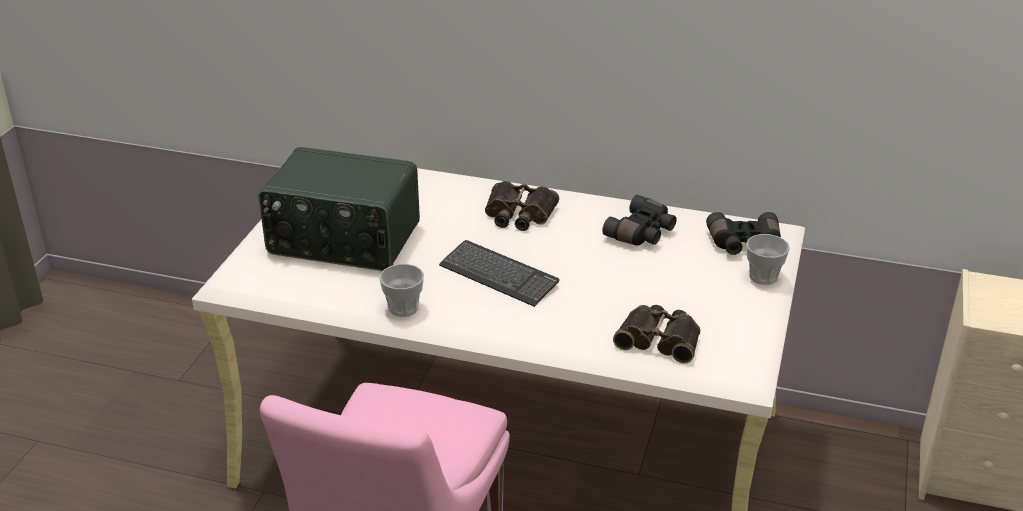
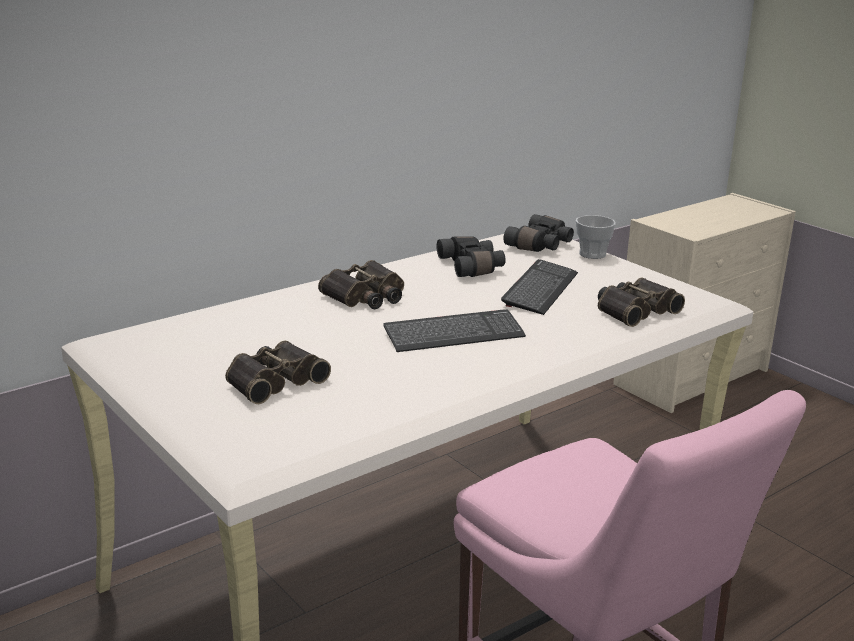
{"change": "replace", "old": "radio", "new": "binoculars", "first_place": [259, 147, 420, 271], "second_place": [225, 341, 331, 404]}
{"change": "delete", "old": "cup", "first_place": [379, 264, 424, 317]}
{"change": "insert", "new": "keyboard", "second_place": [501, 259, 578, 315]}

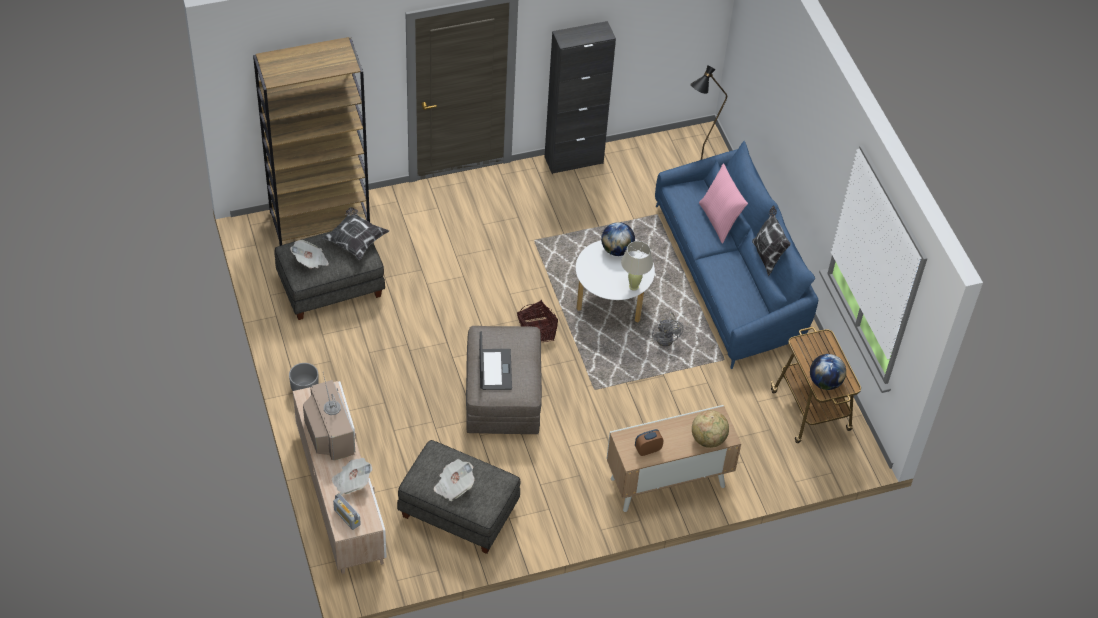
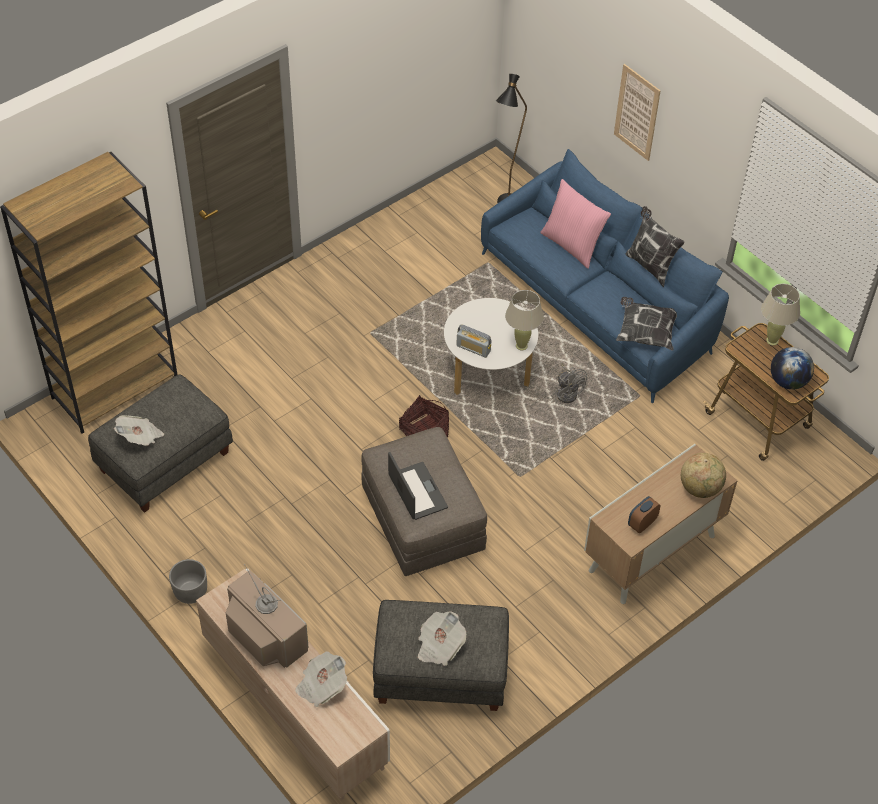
{"change": "delete", "old": "black_cabinet", "first_place": [544, 21, 616, 174]}
{"change": "move", "old": "pillow", "first_place": [322, 207, 389, 260], "second_place": [616, 297, 677, 351]}
{"change": "delete", "old": "globe", "first_place": [601, 222, 635, 256]}
{"change": "move", "old": "radio", "first_place": [333, 493, 361, 530], "second_place": [456, 324, 492, 358]}
{"change": "insert", "new": "picture", "second_place": [614, 64, 661, 161]}
{"change": "insert", "new": "beige_table_lamp", "second_place": [761, 284, 800, 346]}

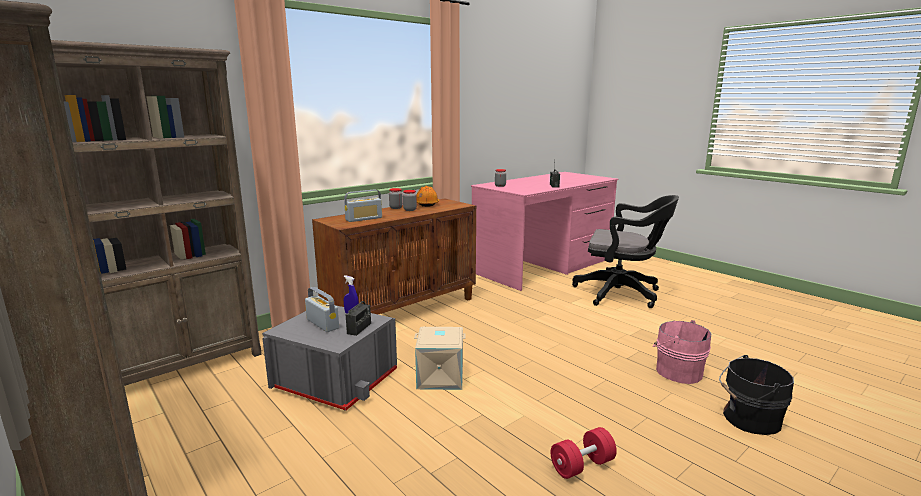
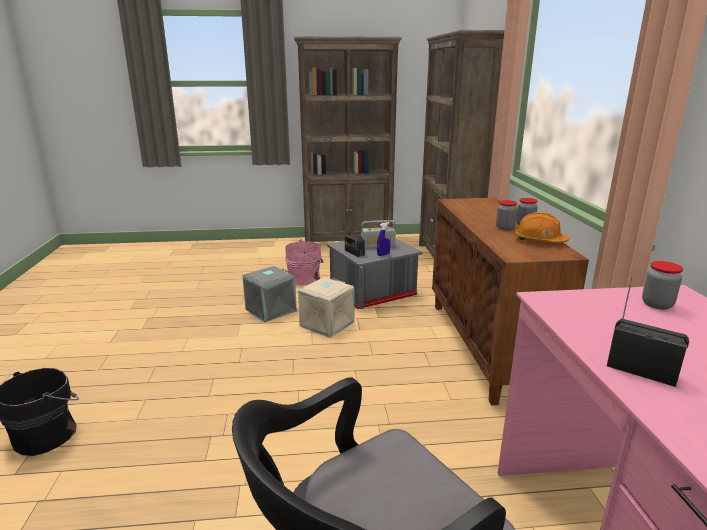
{"change": "delete", "old": "radio", "first_place": [344, 190, 382, 222]}
{"change": "move", "old": "pink_bucket", "first_place": [653, 320, 711, 384], "second_place": [285, 240, 323, 286]}
{"change": "delete", "old": "red_dumbbell", "first_place": [551, 427, 617, 479]}
{"change": "insert", "new": "grey_storage_box", "second_place": [243, 266, 297, 322]}

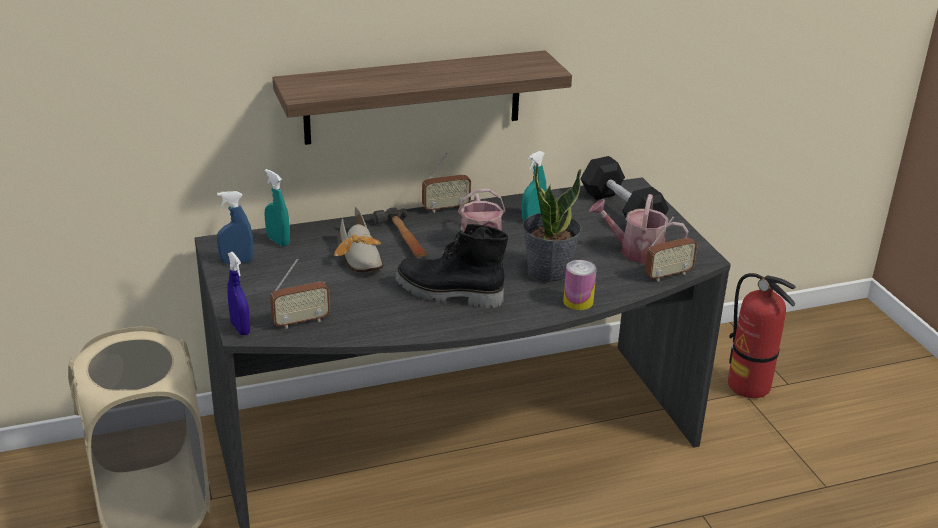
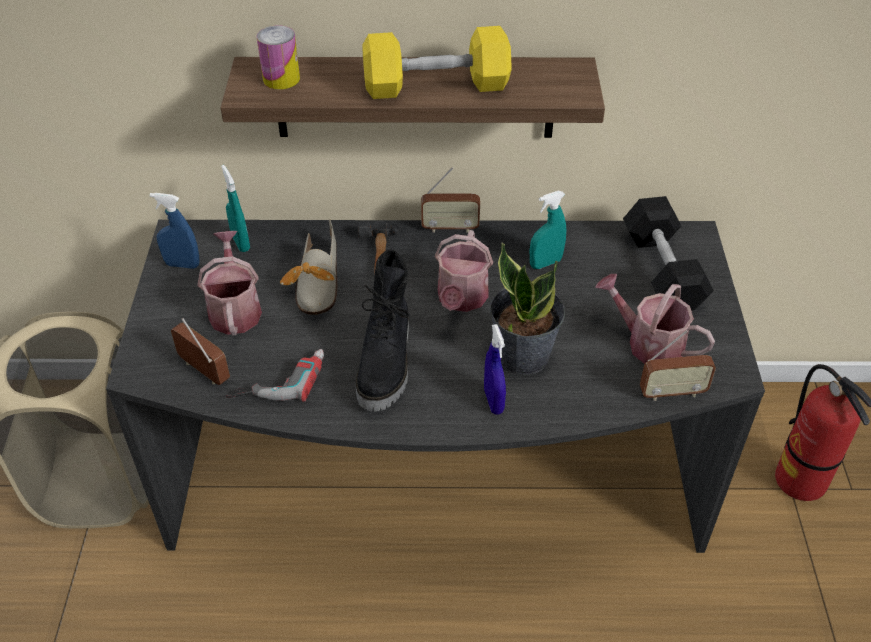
{"change": "rotate", "old": "black_boot", "first_place": [395, 224, 508, 308], "second_place": [356, 250, 410, 412], "degrees": -120}
{"change": "move", "old": "blue_spray_bottle", "first_place": [227, 252, 250, 335], "second_place": [484, 324, 506, 415]}
{"change": "rotate", "old": "radio", "first_place": [270, 259, 330, 329], "second_place": [171, 318, 230, 385], "degrees": -135}
{"change": "move", "old": "can", "first_place": [563, 260, 597, 310], "second_place": [257, 25, 300, 90]}
{"change": "insert", "new": "yellow_dumbbell", "second_place": [362, 26, 512, 99]}
{"change": "insert", "new": "watering_can", "second_place": [198, 231, 262, 336]}
{"change": "insert", "new": "power_drill", "second_place": [226, 349, 324, 402]}

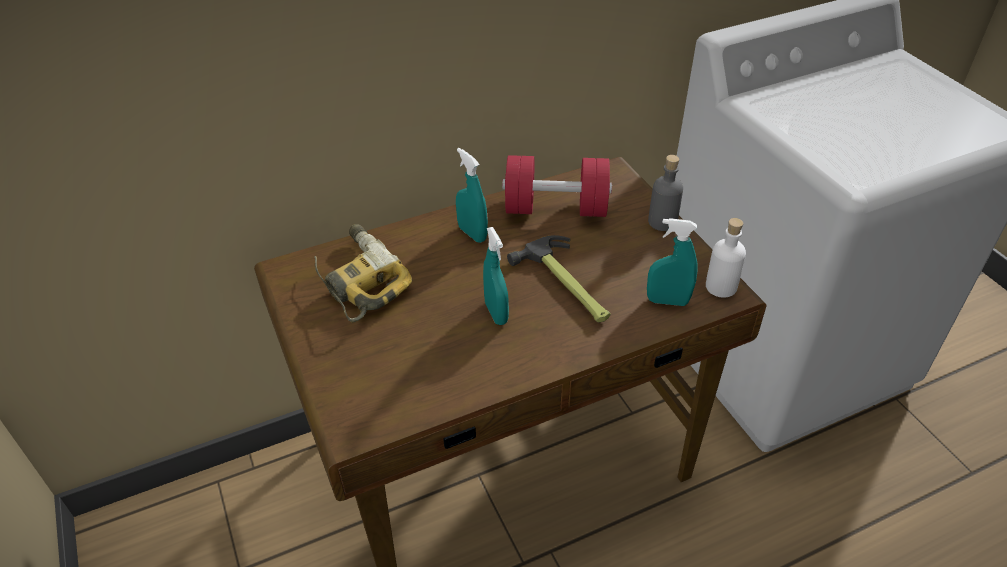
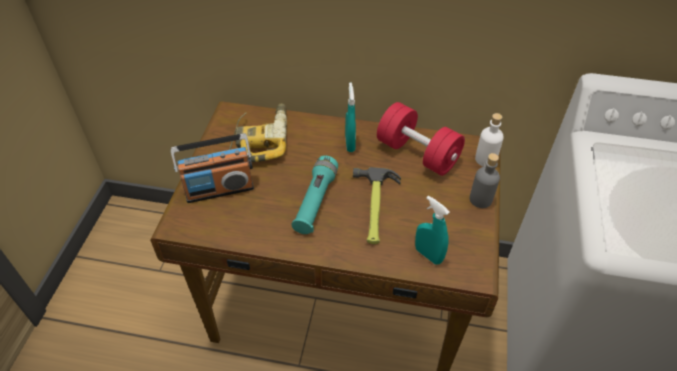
{"change": "move", "old": "white_bottle", "first_place": [706, 218, 746, 298], "second_place": [475, 113, 504, 167]}
{"change": "replace", "old": "turquoise_spray_bottle", "new": "turquoise_flashlight", "first_place": [483, 227, 509, 325], "second_place": [292, 156, 338, 234]}
{"change": "insert", "new": "radio", "second_place": [171, 133, 254, 203]}

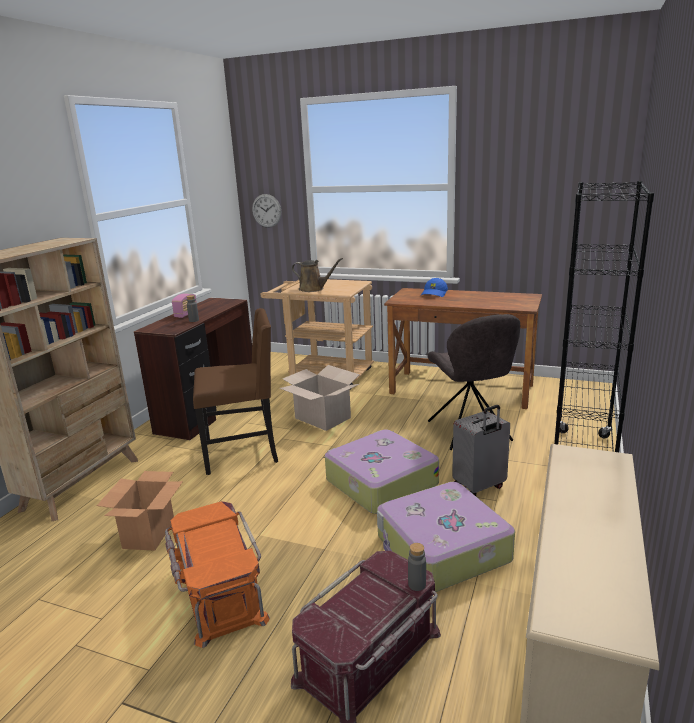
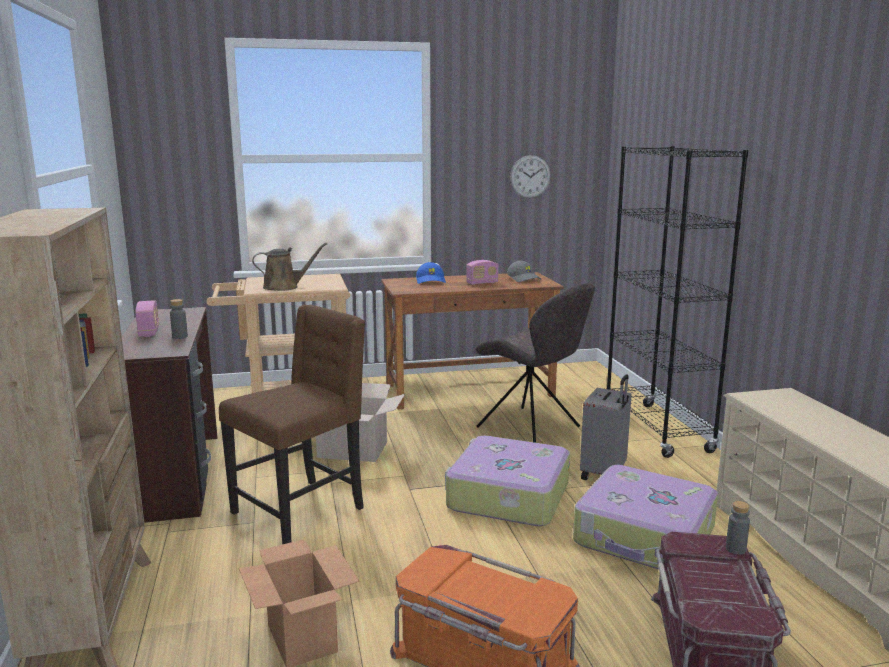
{"change": "move", "old": "wall_clock", "first_place": [252, 194, 281, 228], "second_place": [510, 155, 550, 198]}
{"change": "insert", "new": "radio", "second_place": [466, 260, 499, 285]}
{"change": "insert", "new": "grey_cap", "second_place": [507, 261, 541, 282]}

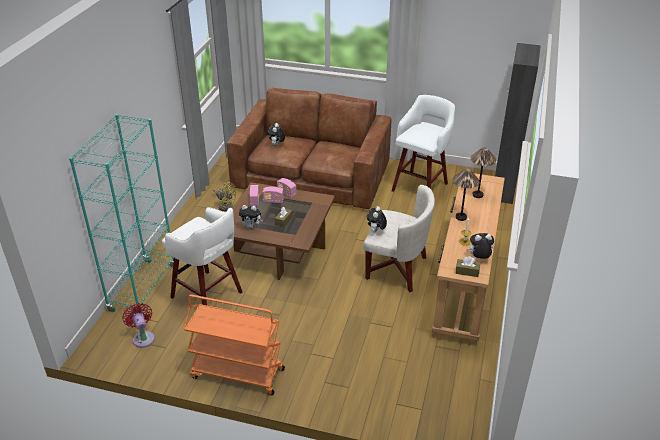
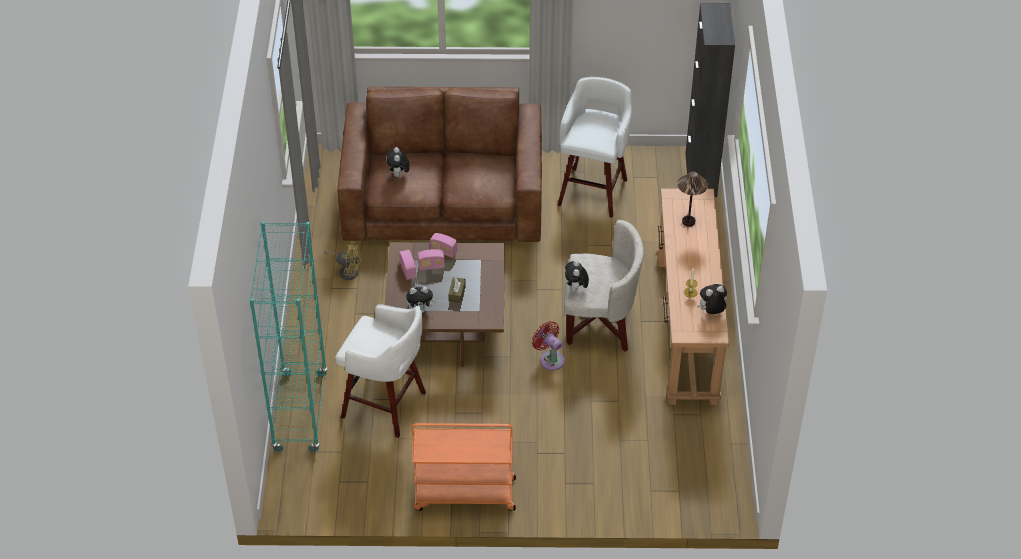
{"change": "delete", "old": "table_lamp", "first_place": [453, 169, 480, 221]}
{"change": "delete", "old": "brown_tissue_box", "first_place": [456, 256, 480, 277]}
{"change": "move", "old": "red_fan", "first_place": [123, 303, 155, 348], "second_place": [532, 321, 565, 371]}

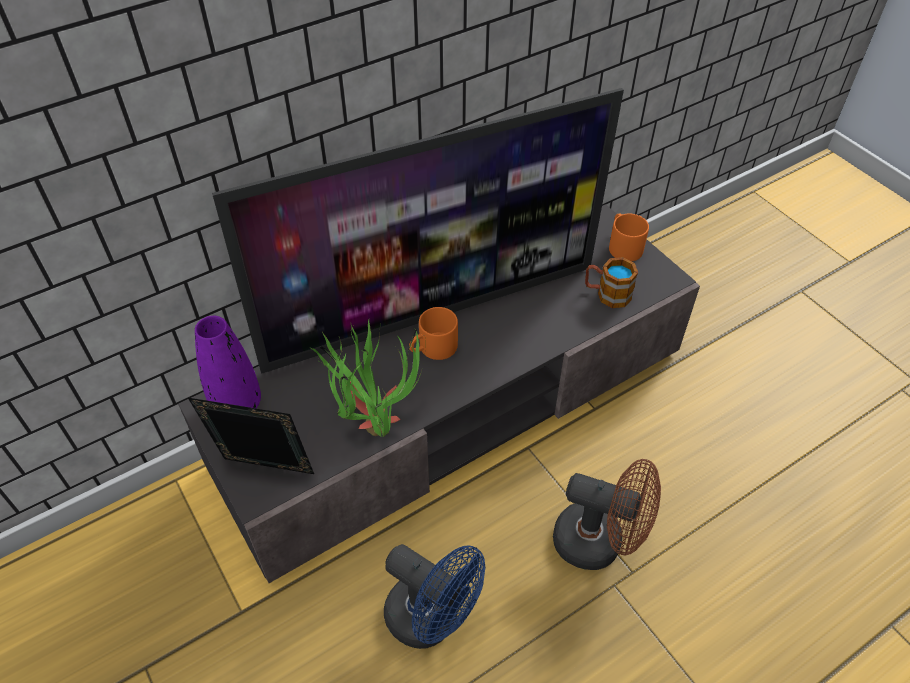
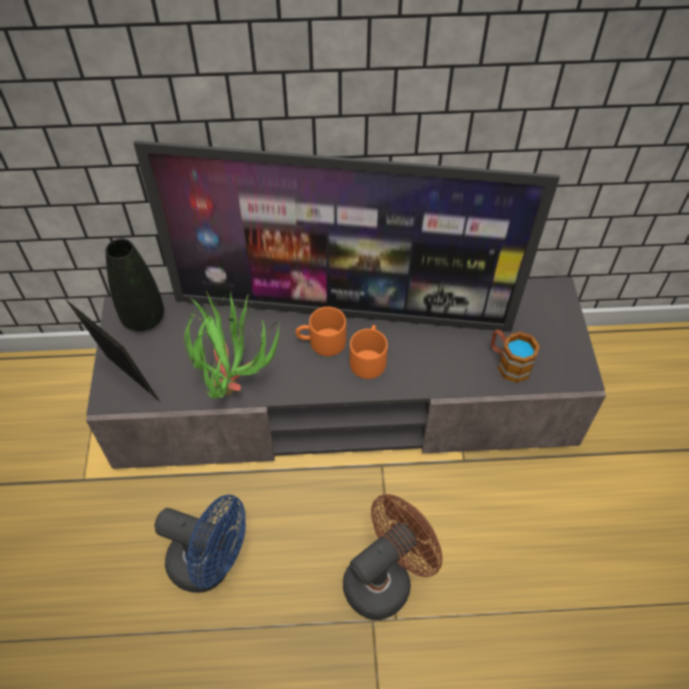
{"change": "move", "old": "orange_mug", "first_place": [609, 213, 649, 261], "second_place": [350, 325, 388, 379]}
{"change": "recolor", "old": "purple_vase", "new": "black_vase", "first_place": [195, 316, 261, 408], "second_place": [106, 239, 164, 331]}
{"change": "rotate", "old": "brown_fan", "first_place": [553, 459, 661, 570], "second_place": [343, 494, 442, 620], "degrees": -90}
{"change": "rotate", "old": "blue_fan", "first_place": [384, 544, 485, 649], "second_place": [154, 495, 246, 593], "degrees": -45}

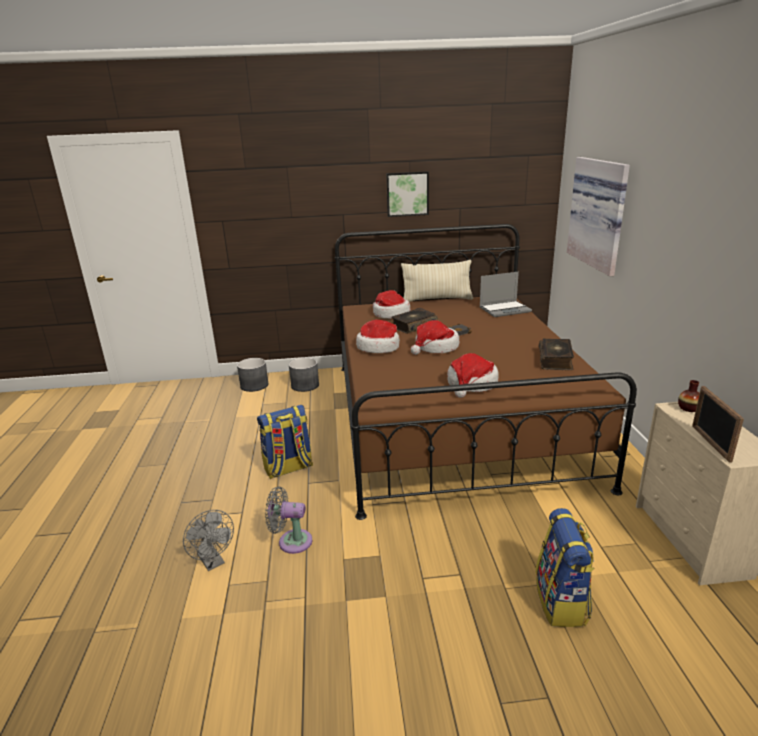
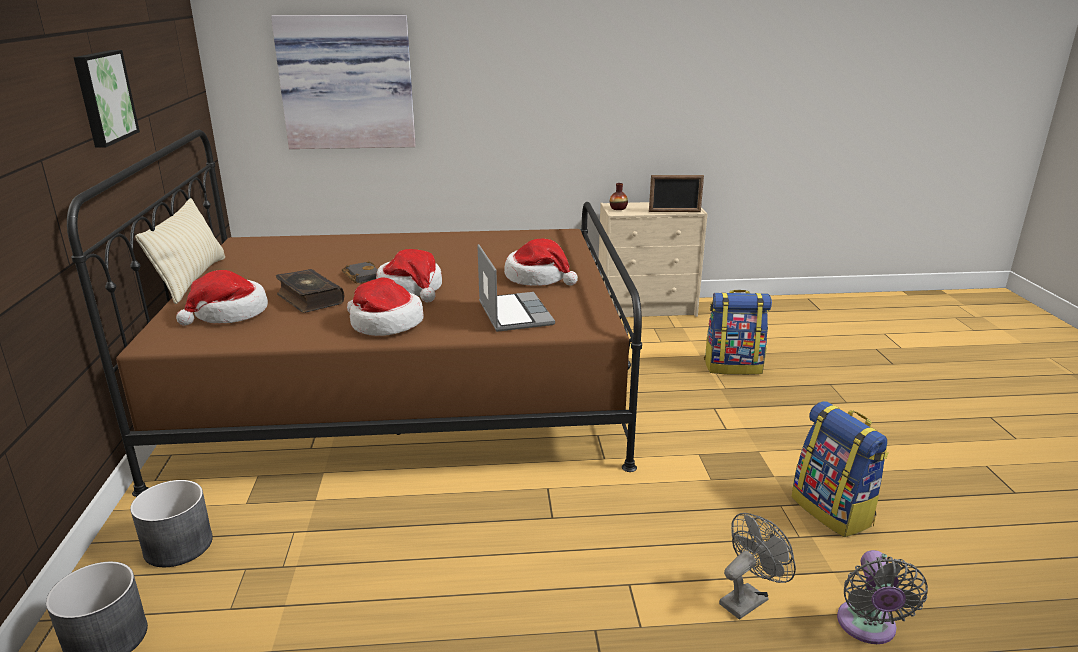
{"change": "move", "old": "laptop", "first_place": [479, 272, 532, 317], "second_place": [478, 244, 555, 332]}
{"change": "delete", "old": "book", "first_place": [539, 339, 574, 370]}
{"change": "move", "old": "backpack", "first_place": [257, 405, 313, 479], "second_place": [791, 401, 889, 537]}
{"change": "move", "old": "grey_fan", "first_place": [265, 486, 312, 554], "second_place": [837, 550, 928, 644]}

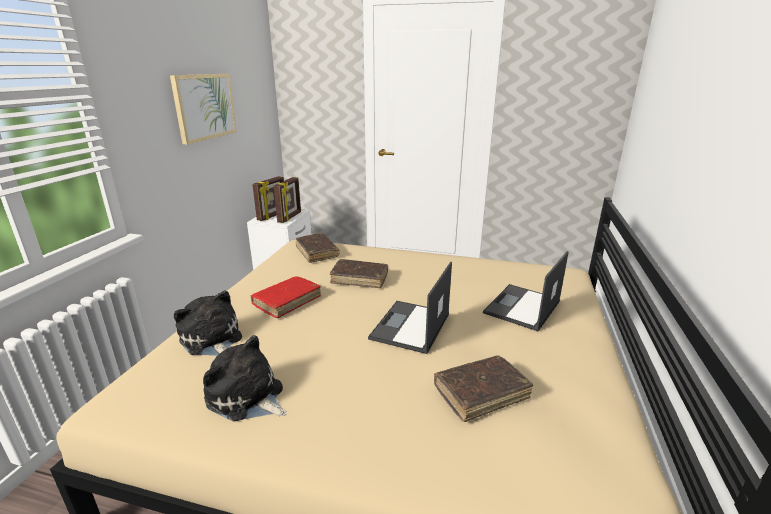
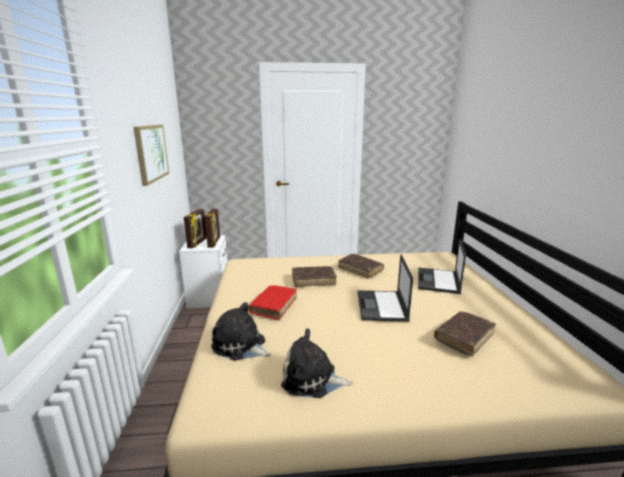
{"change": "move", "old": "brown_book", "first_place": [296, 233, 340, 263], "second_place": [338, 254, 384, 279]}

